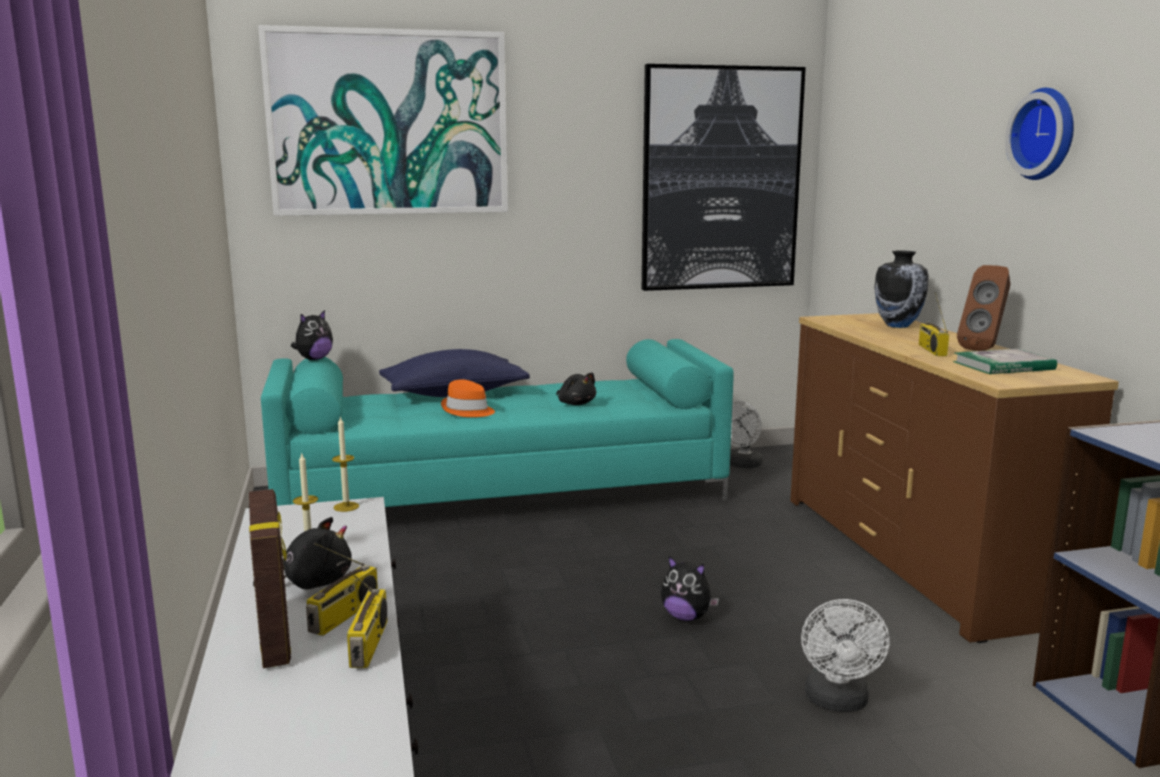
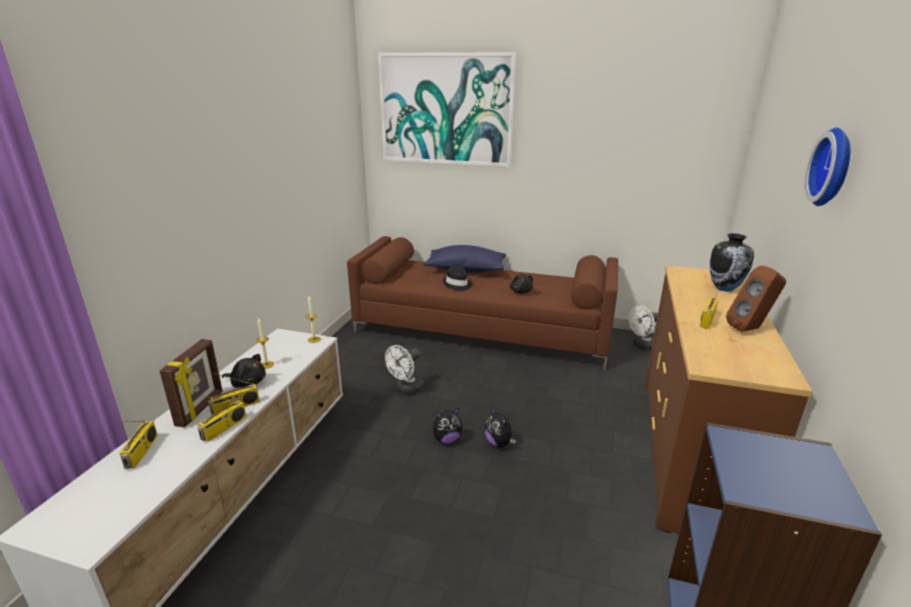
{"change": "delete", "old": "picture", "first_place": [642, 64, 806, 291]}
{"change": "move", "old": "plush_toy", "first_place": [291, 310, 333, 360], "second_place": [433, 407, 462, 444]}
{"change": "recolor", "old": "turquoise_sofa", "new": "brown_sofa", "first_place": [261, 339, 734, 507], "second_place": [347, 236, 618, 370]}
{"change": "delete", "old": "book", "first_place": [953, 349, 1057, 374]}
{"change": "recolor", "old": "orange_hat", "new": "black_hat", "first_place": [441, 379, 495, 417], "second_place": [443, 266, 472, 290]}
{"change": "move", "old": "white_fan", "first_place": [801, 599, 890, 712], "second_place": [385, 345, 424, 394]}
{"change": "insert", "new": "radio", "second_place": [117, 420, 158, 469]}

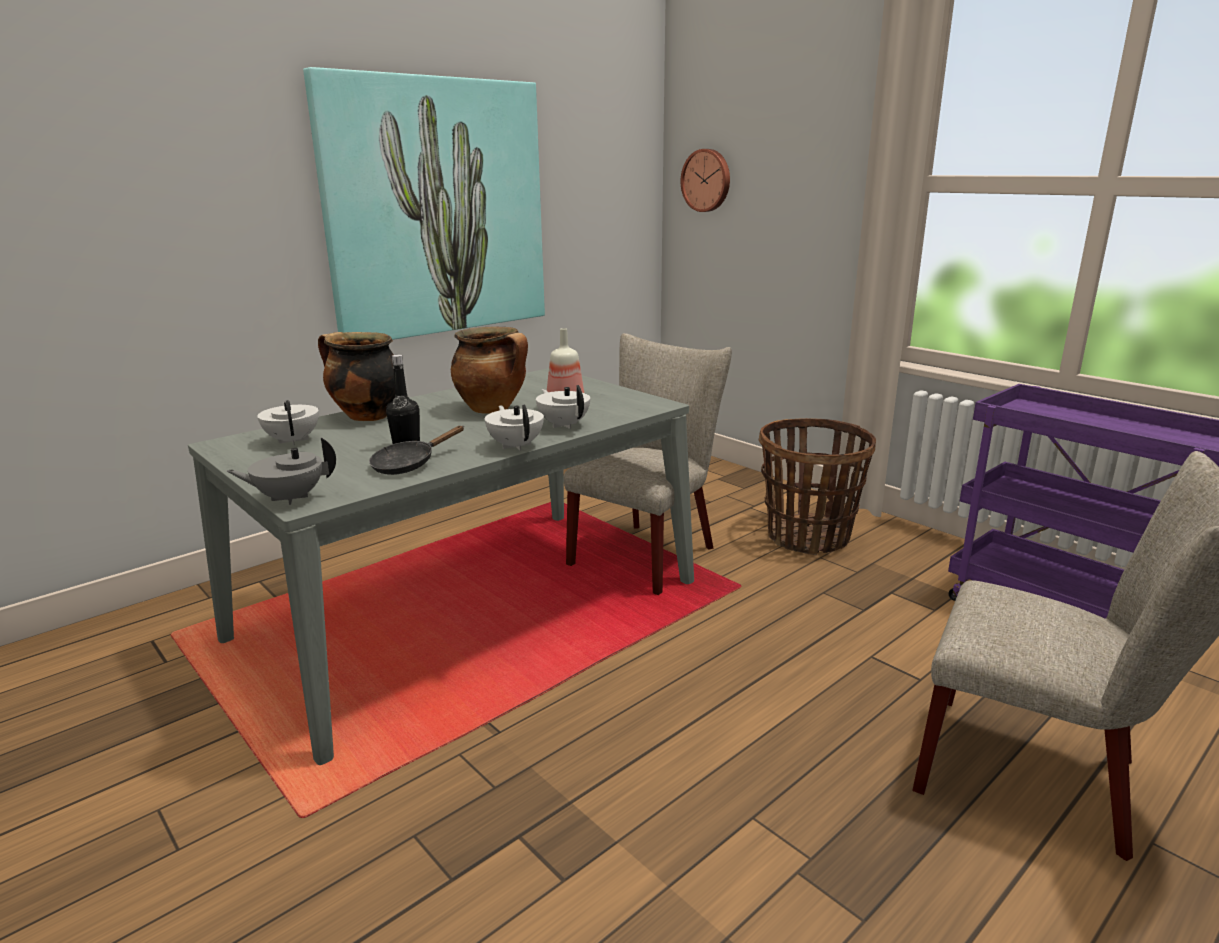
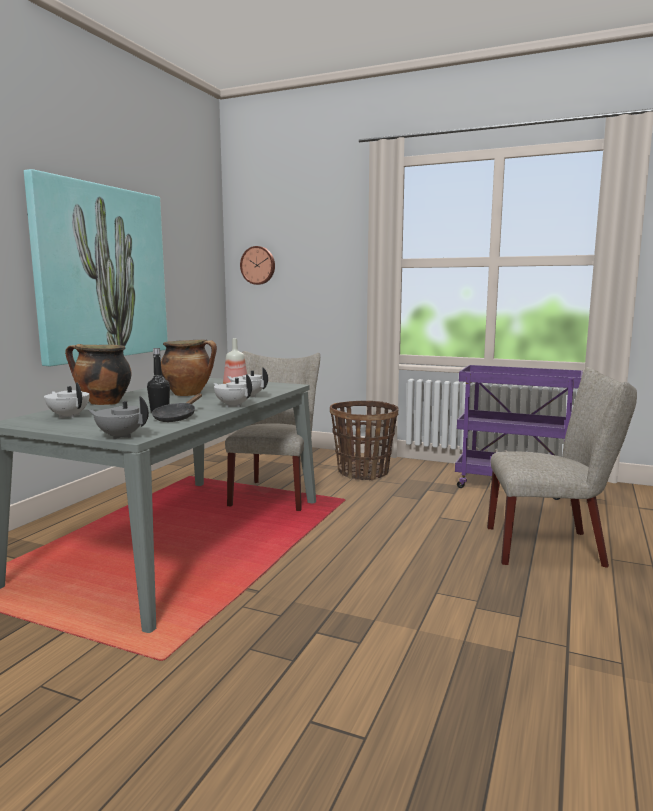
{"change": "rotate", "old": "grey_teapot", "first_place": [227, 438, 336, 505], "second_place": [89, 396, 149, 440], "degrees": 60}

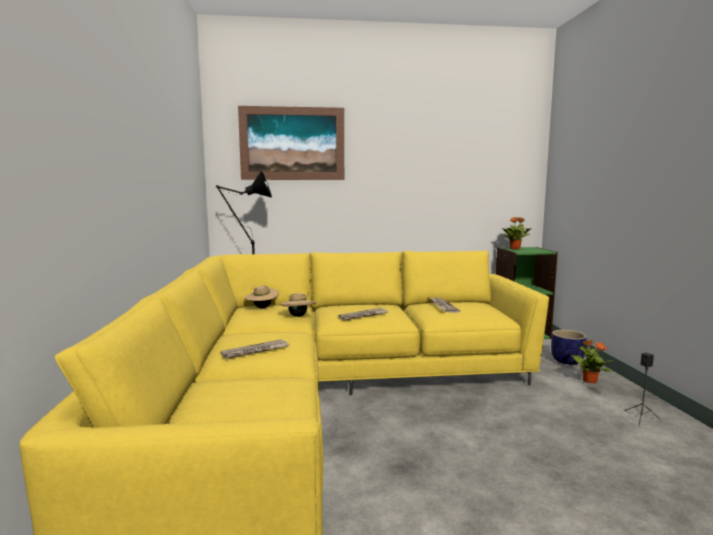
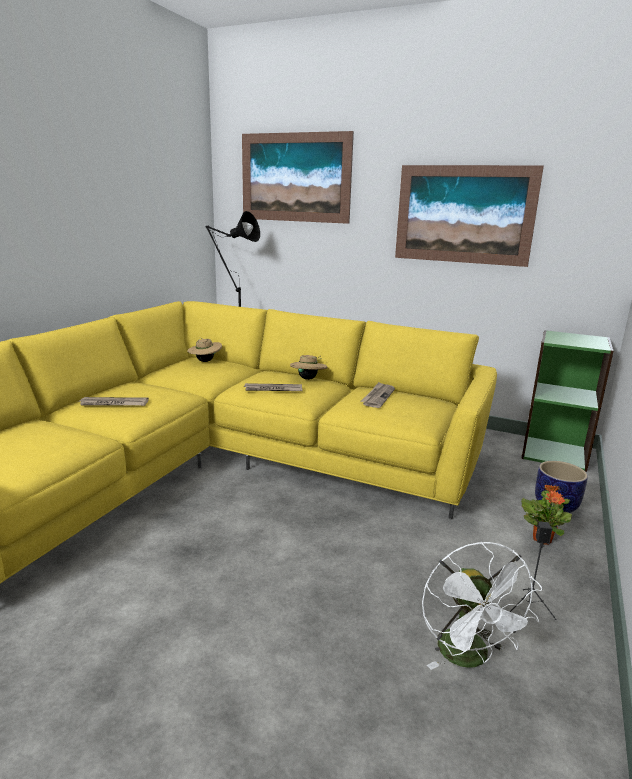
{"change": "delete", "old": "potted_plant", "first_place": [502, 217, 532, 250]}
{"change": "move", "old": "beige_hat", "first_place": [281, 292, 316, 317], "second_place": [290, 355, 327, 380]}
{"change": "insert", "new": "picture", "second_place": [395, 165, 544, 267]}
{"change": "insert", "new": "white_fan", "second_place": [422, 541, 542, 670]}

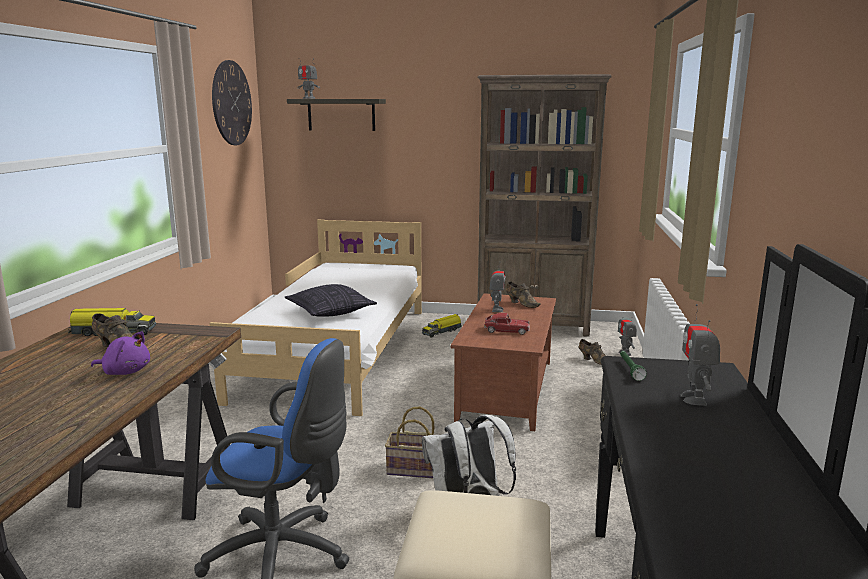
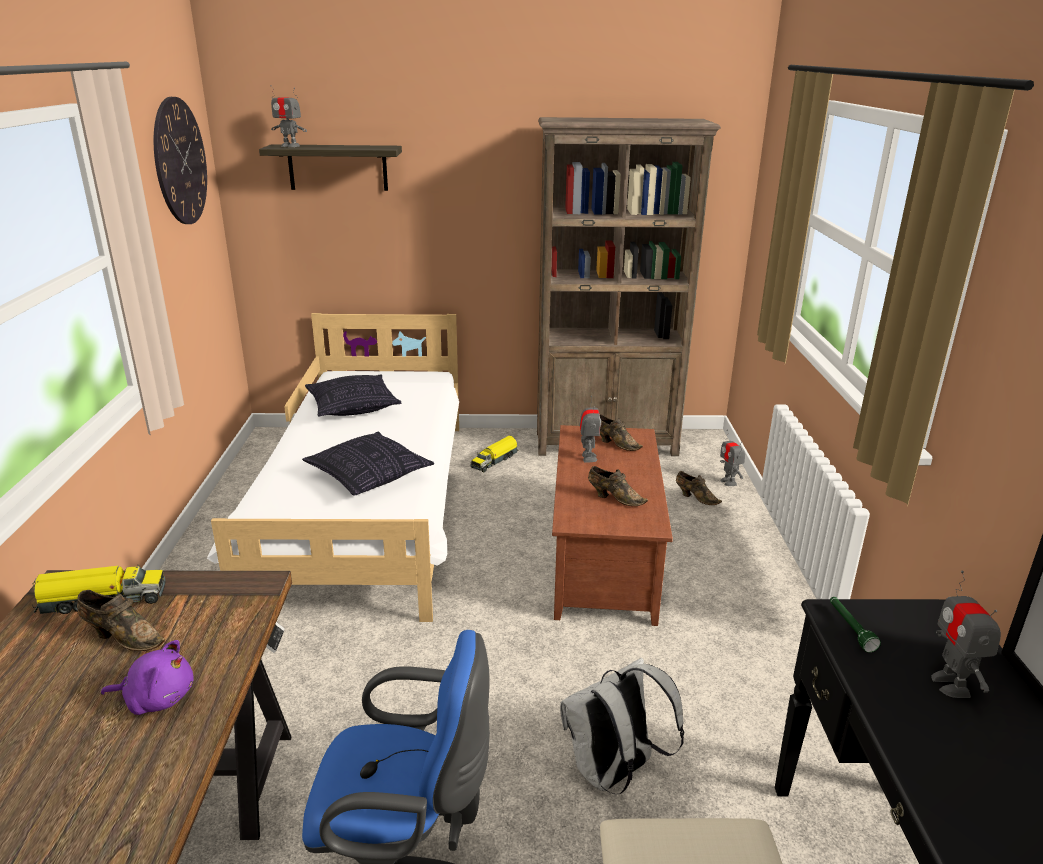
{"change": "replace", "old": "toy_car", "new": "brown_shoe", "first_place": [484, 313, 530, 335], "second_place": [588, 466, 648, 506]}
{"change": "delete", "old": "basket", "first_place": [385, 407, 434, 478]}
{"change": "insert", "new": "pillow", "second_place": [305, 375, 402, 416]}

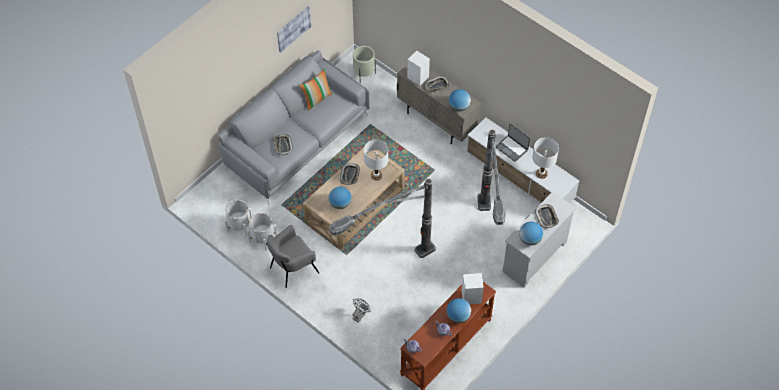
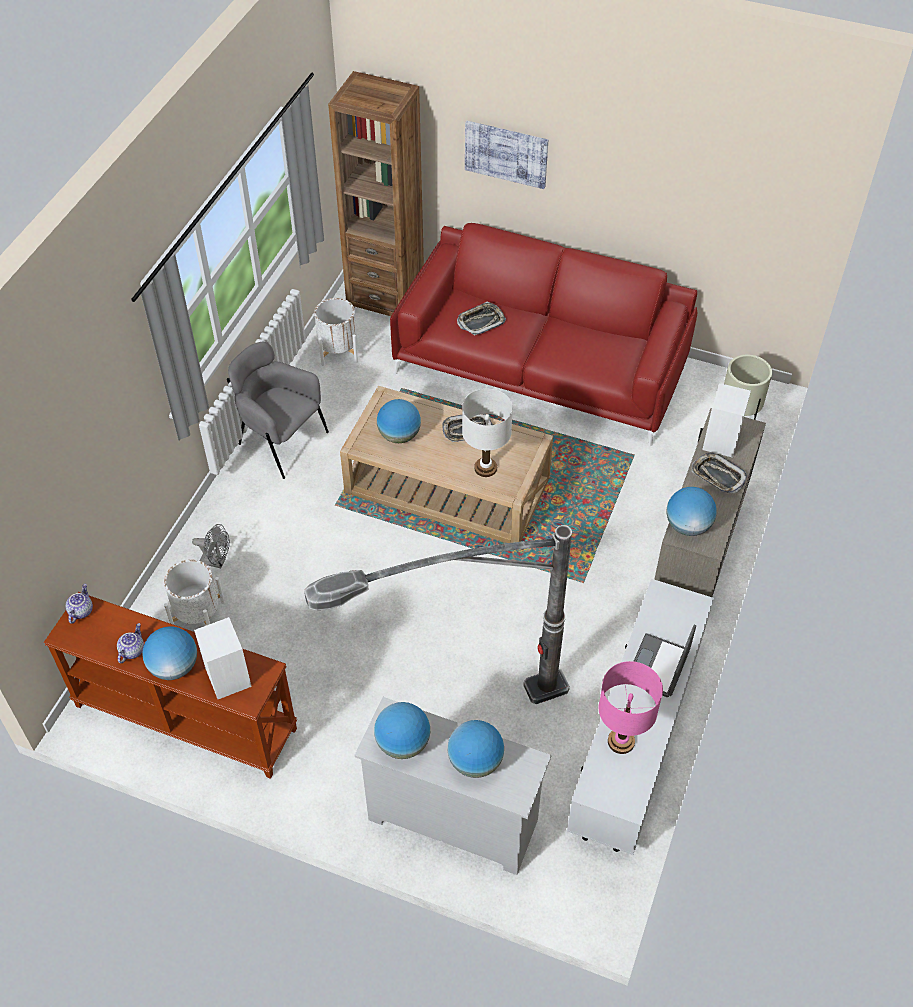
{"change": "move", "old": "picture", "first_place": [277, 6, 311, 53], "second_place": [465, 121, 548, 189]}
{"change": "recolor", "old": "grey_sofa", "new": "red_sofa", "first_place": [217, 50, 369, 205], "second_place": [390, 223, 697, 446]}
{"change": "delete", "old": "pillow", "first_place": [300, 68, 333, 111]}
{"change": "recolor", "old": "white_table_lamp", "new": "pink_table_lamp", "first_place": [532, 137, 559, 179], "second_place": [599, 661, 663, 754]}
{"change": "delete", "old": "floor_lamp", "first_place": [329, 178, 436, 258]}
{"change": "replace", "old": "tray", "new": "globe", "first_place": [535, 204, 559, 228], "second_place": [447, 720, 504, 778]}
{"change": "move", "old": "white_planter", "first_place": [247, 213, 277, 251], "second_place": [164, 560, 225, 625]}
{"change": "insert", "new": "brown_bookcase", "second_place": [328, 71, 424, 316]}

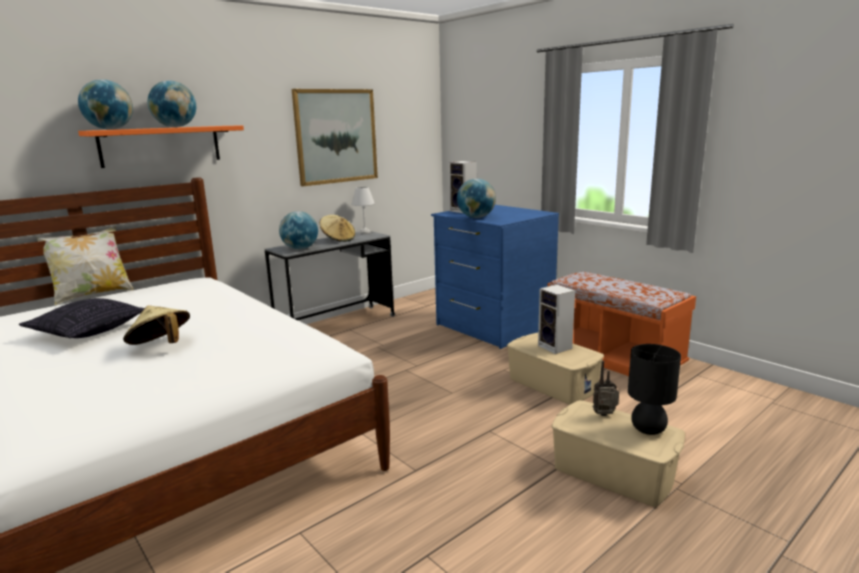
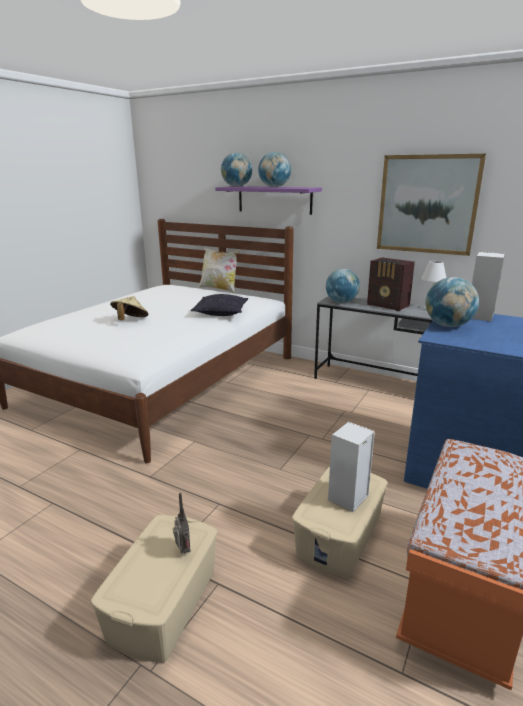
{"change": "recolor", "old": "orange_shelf", "new": "purple_shelf", "first_place": [78, 126, 244, 168], "second_place": [215, 186, 322, 215]}
{"change": "replace", "old": "beige_hat", "new": "radio", "first_place": [320, 215, 355, 242], "second_place": [367, 257, 415, 311]}
{"change": "move", "old": "pillow", "first_place": [19, 298, 145, 338], "second_place": [190, 294, 248, 316]}
{"change": "delete", "old": "black_table_lamp", "first_place": [628, 344, 681, 435]}

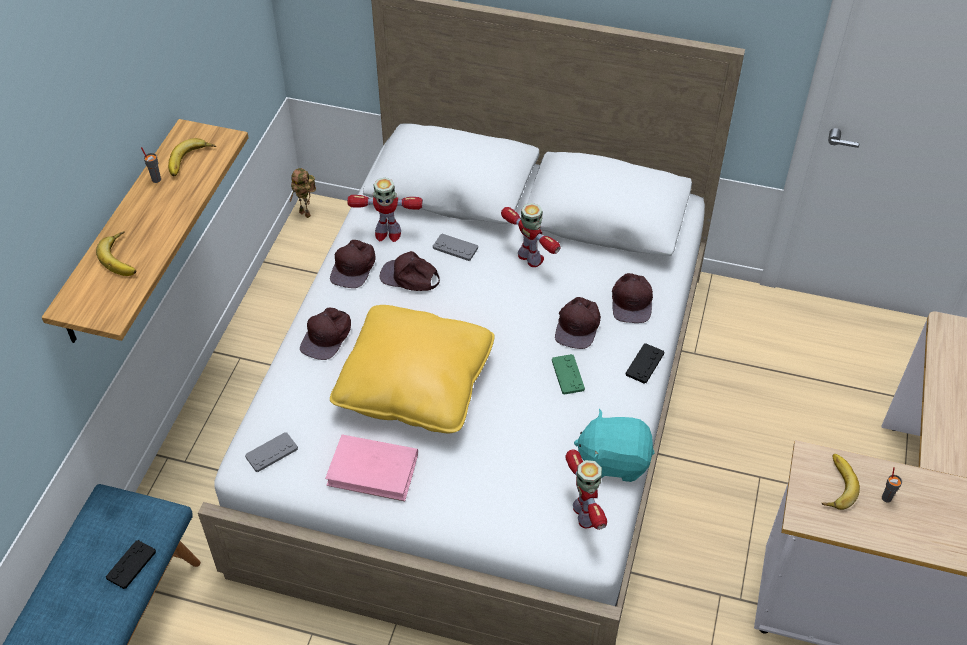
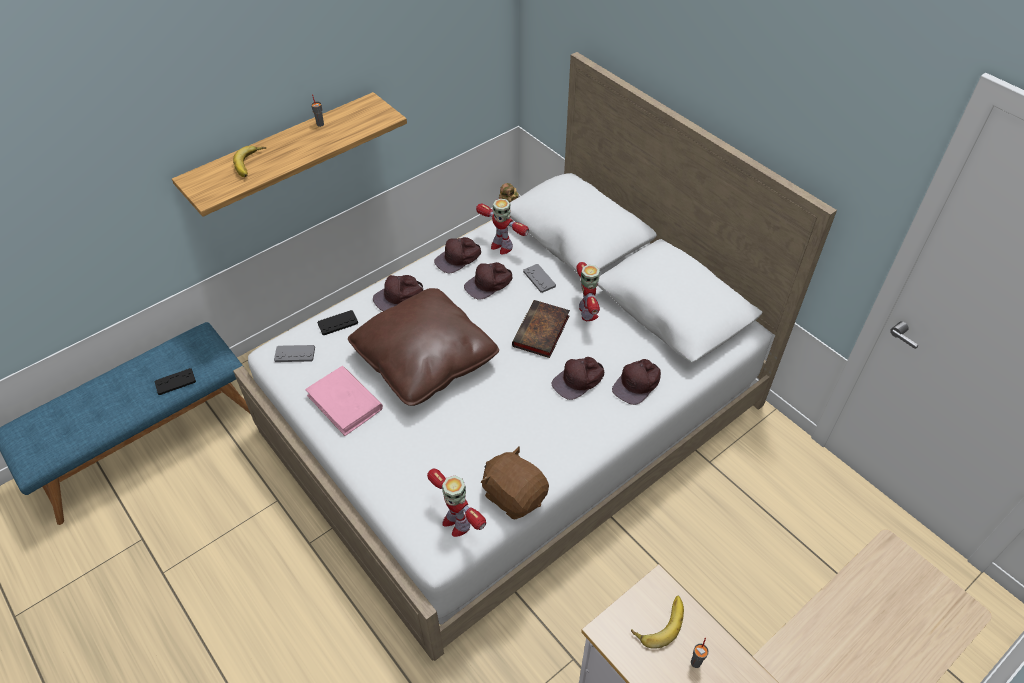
{"change": "delete", "old": "banana", "first_place": [168, 138, 216, 176]}
{"change": "rotate", "old": "brown_cap", "first_place": [380, 251, 440, 291], "second_place": [464, 262, 512, 300], "degrees": -90}
{"change": "recolor", "old": "yellow_pillow", "new": "brown_pillow", "first_place": [330, 305, 495, 433], "second_place": [348, 288, 499, 406]}
{"change": "move", "old": "black_game_controller", "first_place": [626, 343, 664, 384], "second_place": [317, 310, 358, 335]}
{"change": "delete", "old": "green_game_controller", "first_place": [552, 354, 585, 395]}
{"change": "recolor", "old": "turquoise_plush_toy", "new": "brown_plush_toy", "first_place": [574, 409, 655, 482], "second_place": [481, 447, 549, 519]}
{"change": "rotate", "old": "toy_robot", "first_place": [566, 449, 607, 530], "second_place": [427, 469, 486, 537], "degrees": 120}
{"change": "insert", "new": "book", "second_place": [512, 300, 570, 358]}

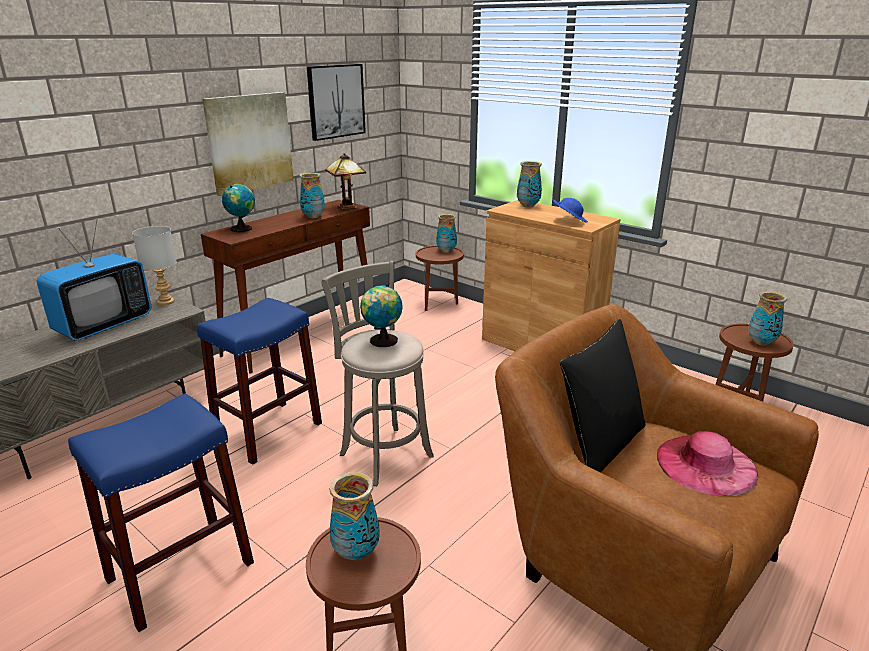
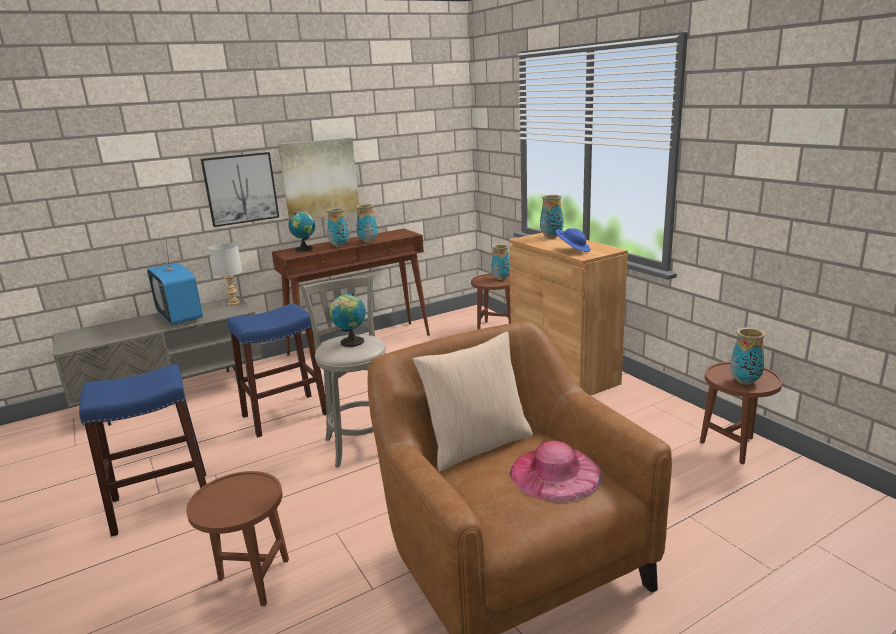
{"change": "move", "old": "picture", "first_place": [307, 64, 366, 141], "second_place": [201, 152, 279, 227]}
{"change": "delete", "old": "table_lamp", "first_place": [325, 153, 366, 210]}
{"change": "rotate", "old": "television", "first_place": [37, 219, 152, 341], "second_place": [147, 235, 203, 325], "degrees": 90}
{"change": "recolor", "old": "black_pillow", "new": "beige_pillow", "first_place": [560, 319, 645, 472], "second_place": [413, 332, 533, 472]}
{"change": "move", "old": "vase", "first_place": [329, 472, 379, 560], "second_place": [326, 208, 349, 247]}

